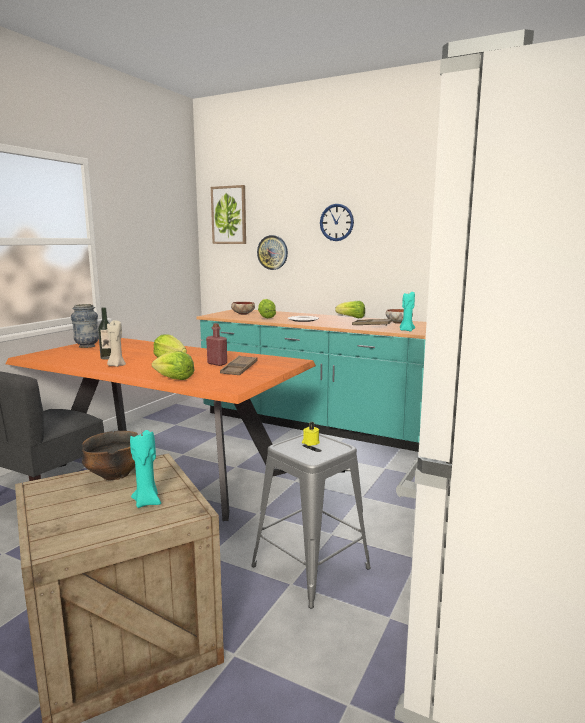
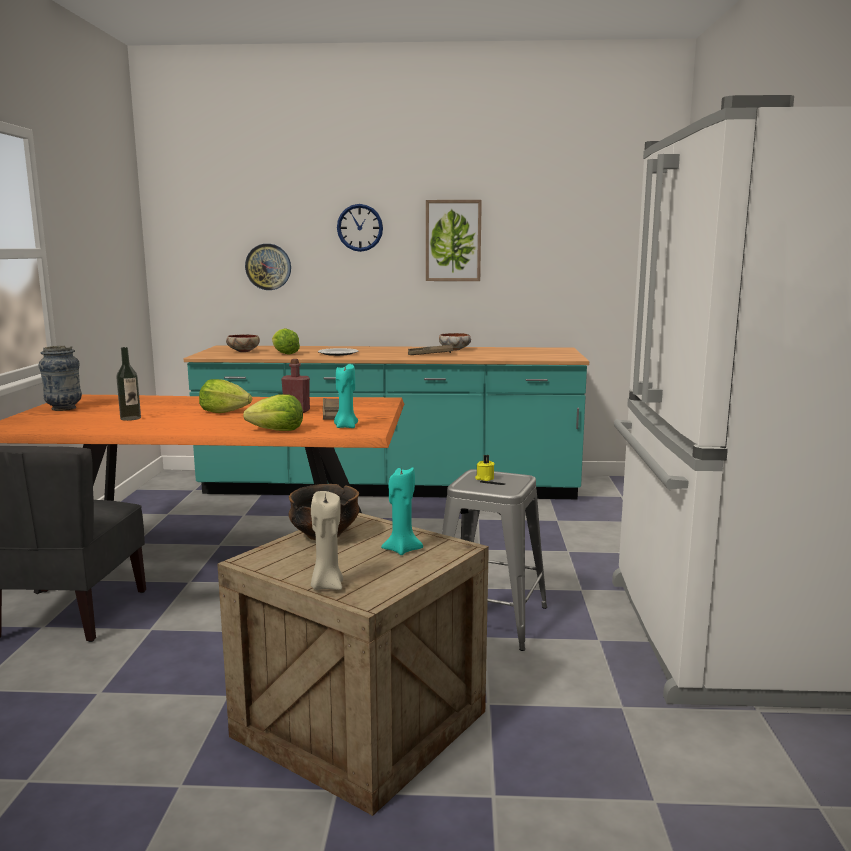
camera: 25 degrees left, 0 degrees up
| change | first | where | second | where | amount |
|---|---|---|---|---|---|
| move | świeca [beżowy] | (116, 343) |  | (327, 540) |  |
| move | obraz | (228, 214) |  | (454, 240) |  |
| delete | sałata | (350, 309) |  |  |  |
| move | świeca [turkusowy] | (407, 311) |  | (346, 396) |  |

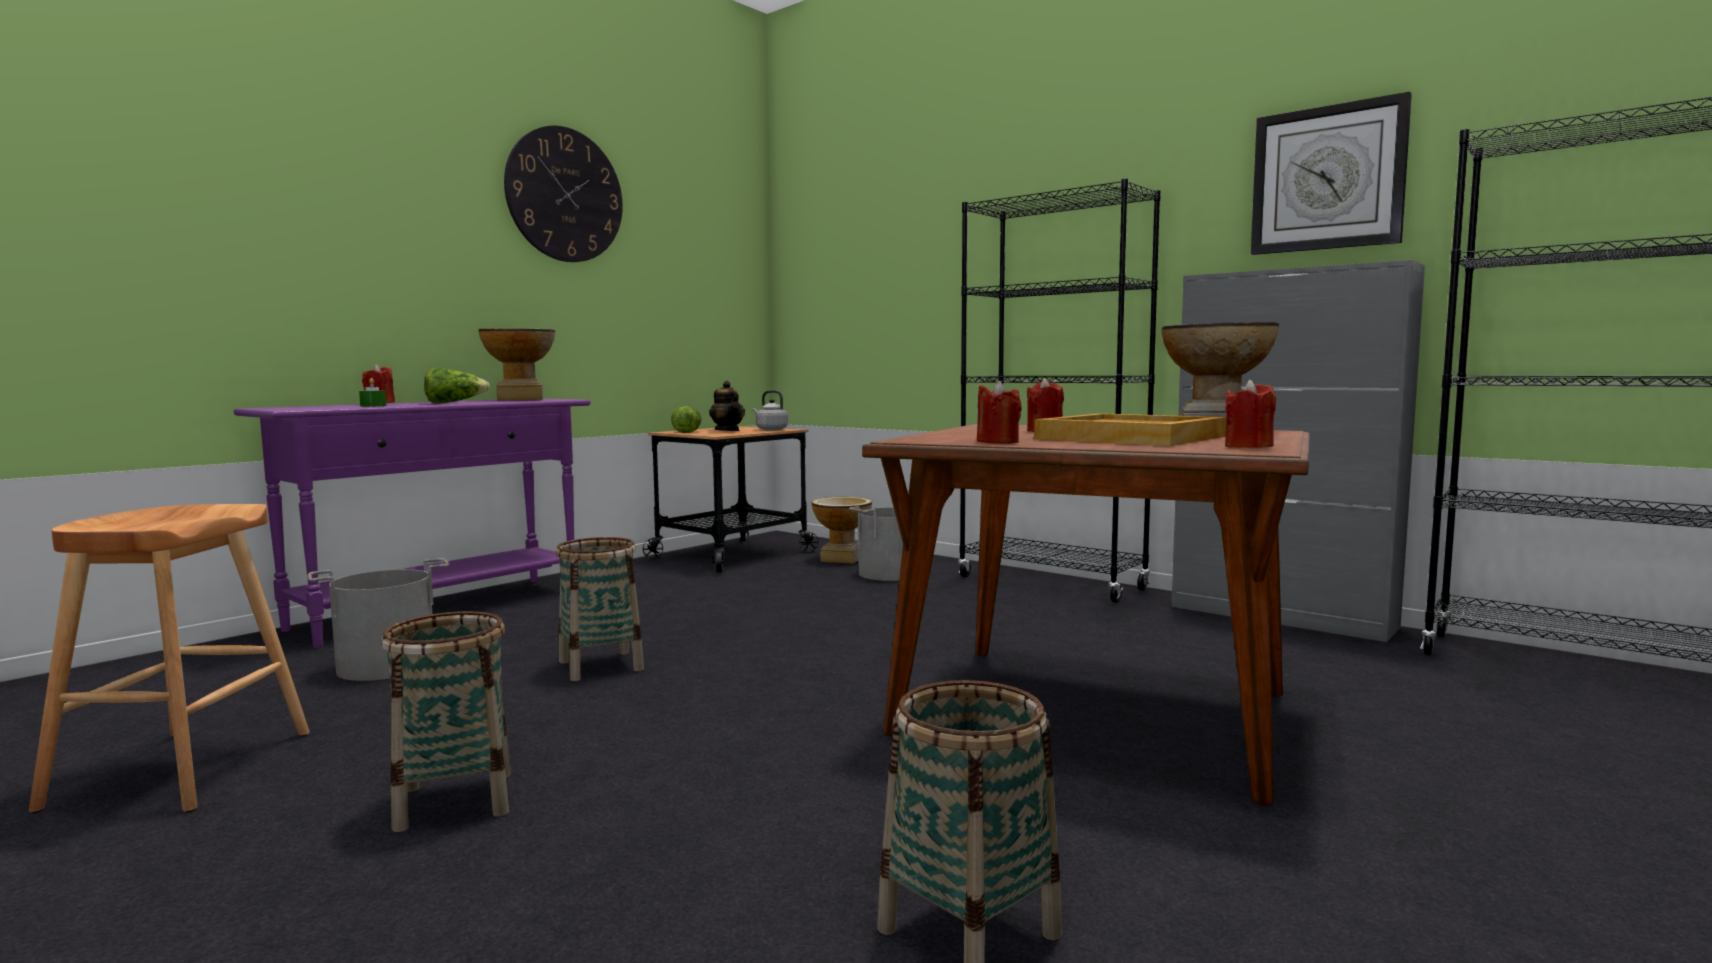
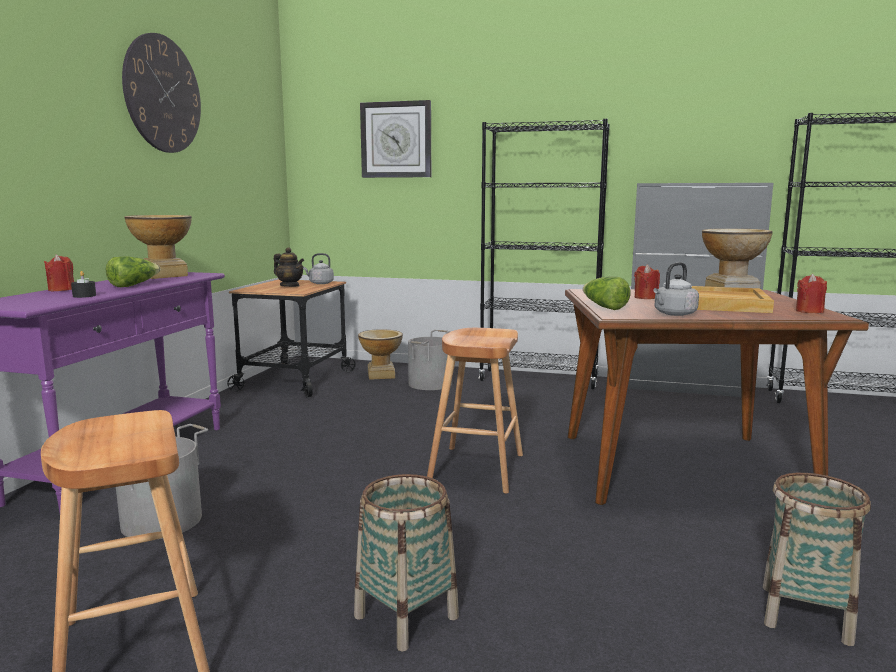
camera: 25 degrees left, 5 degrees up
| change | first | where | second | where | amount |
|---|---|---|---|---|---|
| recolor | świeca [zielony] | (372, 392) | świeca [czarny] | (83, 284) |  |
| delete | koszyk | (599, 609) |  |  |  |
| move | sałata | (686, 419) |  | (607, 293) |  |
| replace | świeca [czerwony] | (999, 412) | czajnik [szary] | (676, 289) |  |
| move | zegar ścienny | (1331, 173) |  | (395, 139) |  |
| insert |  |  | stołek [brązowy] | (475, 411) |  |

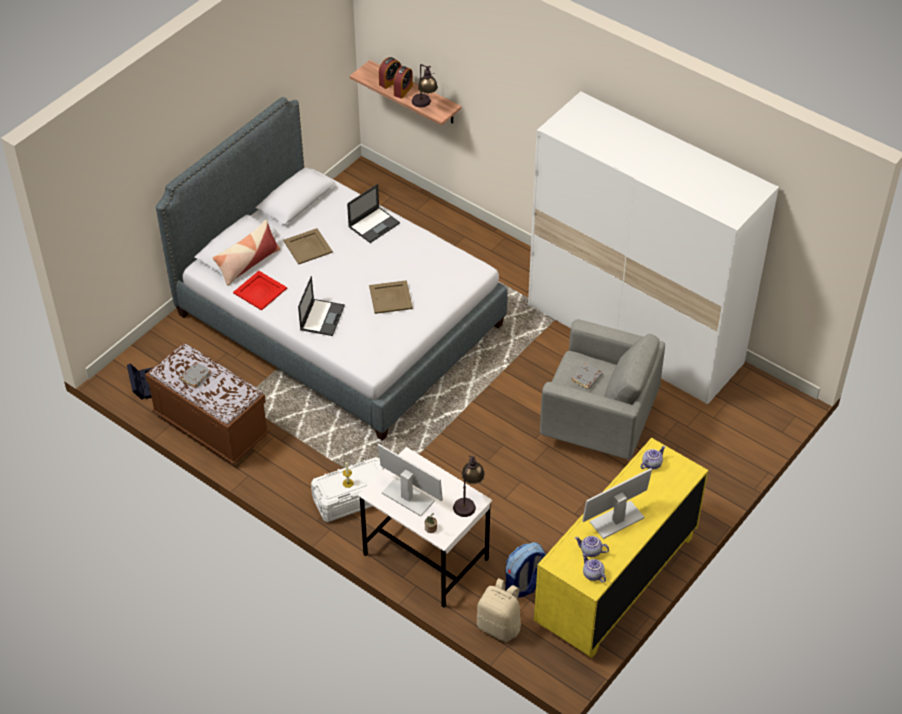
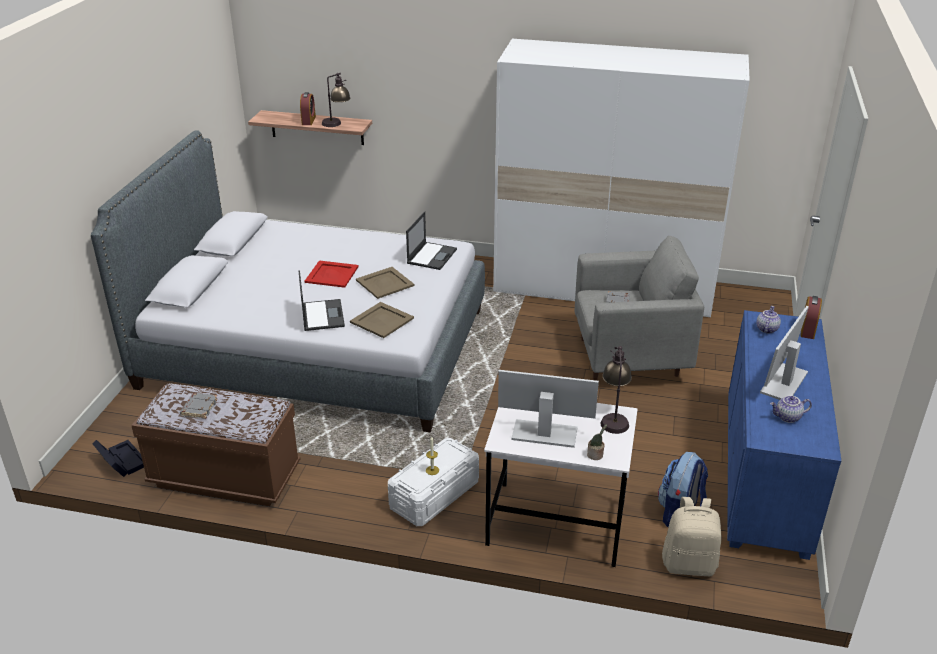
camera: 25 degrees left, 15 degrees down
| change | first | where | second | where | amount |
|---|---|---|---|---|---|
| delete | poduszka | (246, 253) |  |  |  |
| move | taca [czerwony] | (260, 290) |  | (332, 274) |  |
| move | taca [beżowy] | (308, 246) |  | (382, 320) |  |
| move | laptop | (373, 213) |  | (431, 241) |  |
| move | budzik | (390, 73) |  | (811, 317) |  |
| recolor | komoda [żółty] | (621, 548) | komoda [niebieski] | (784, 435) |  |
| delete | imbryk | (594, 567) |  |  |  |

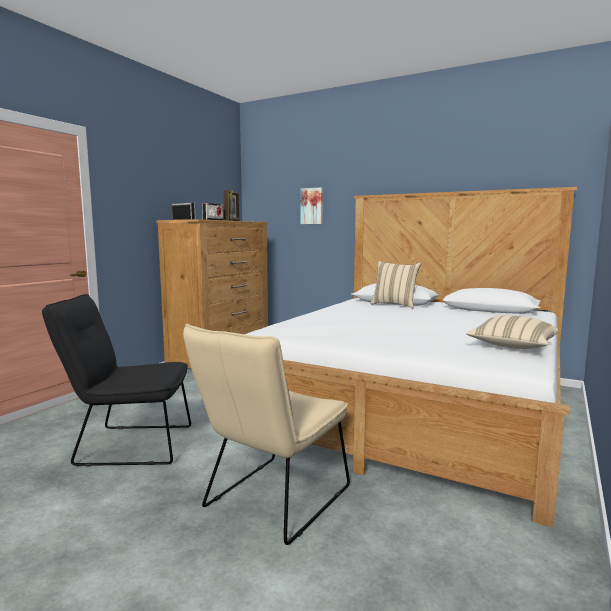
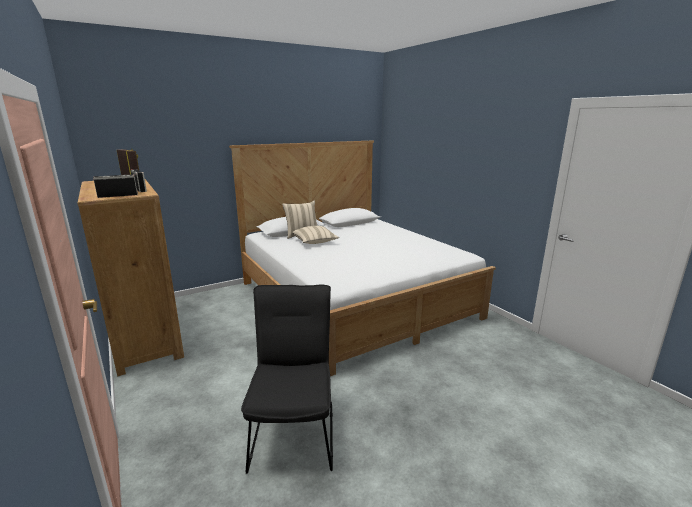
camera: 60 degrees left, 10 degrees up
| change | first | where | second | where | amount |
|---|---|---|---|---|---|
| rotate | krzesło [czarny] | (116, 380) |  | (287, 379) | 150 degrees clockwise |
| delete | krzesło [beżowy] | (266, 434) |  |  |  |
| delete | obraz | (312, 206) |  |  |  |
| move | poduszka [beżowy] | (512, 332) |  | (315, 235) |  |

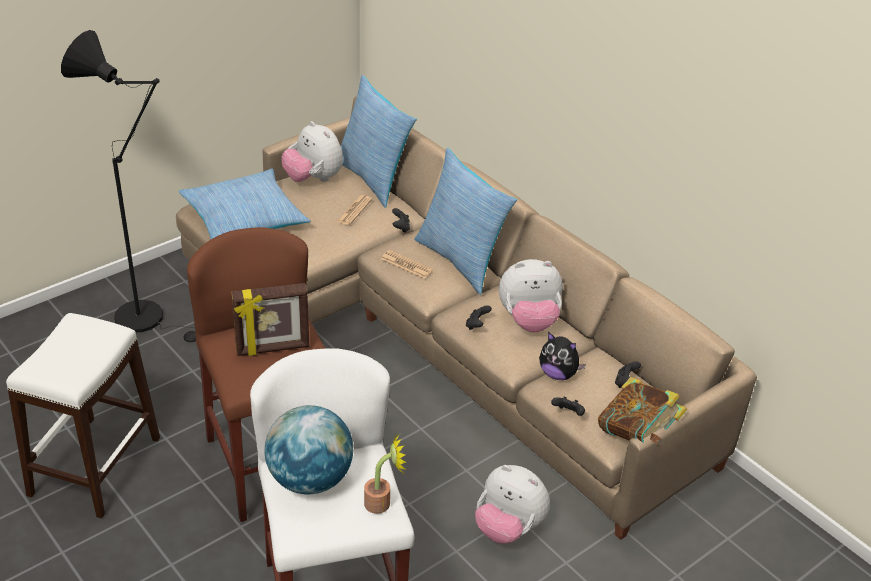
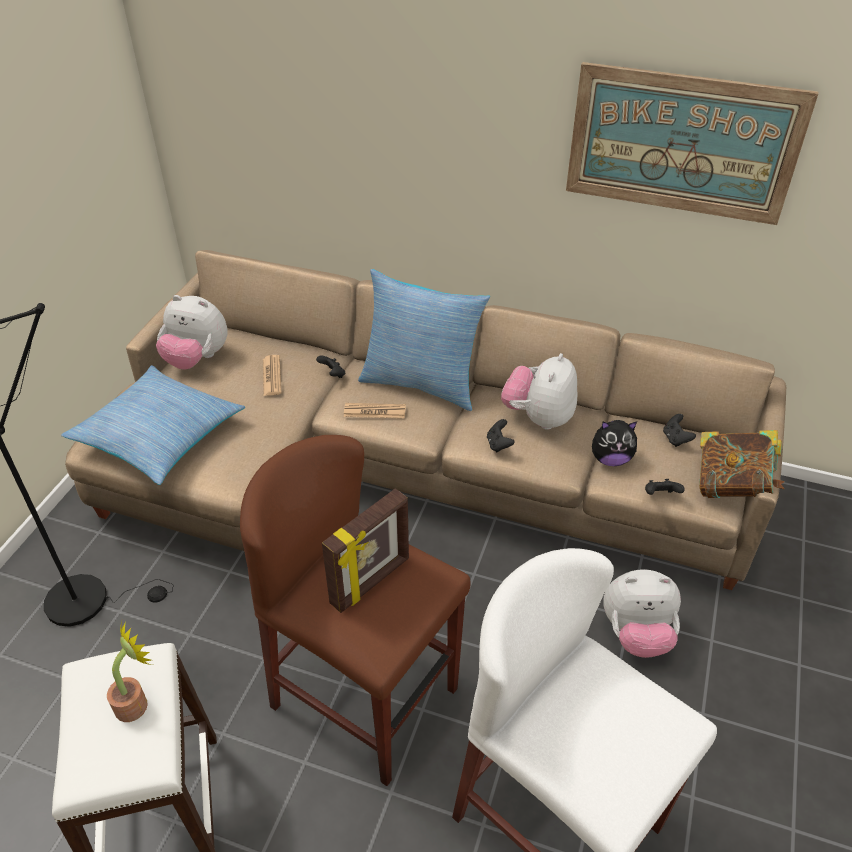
camera: 30 degrees left, 5 degrees up
| change | first | where | second | where | amount |
|---|---|---|---|---|---|
| delete | globus | (309, 449) |  |  |  |
| delete | poduszka | (379, 141) |  |  |  |
| move | roślina doniczkowa | (385, 474) |  | (129, 671) |  |
| rotate | pluszak | (531, 295) |  | (539, 391) | 150 degrees clockwise |
| insert |  |  | obraz | (692, 143) |  |

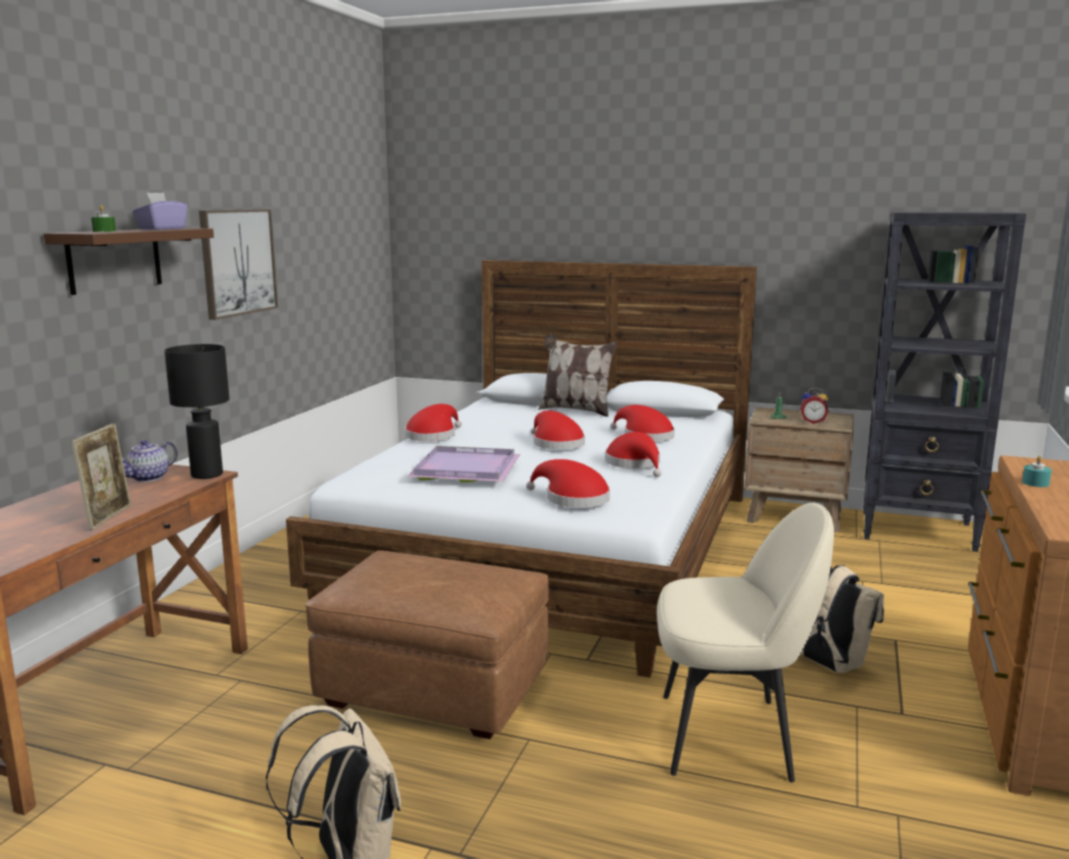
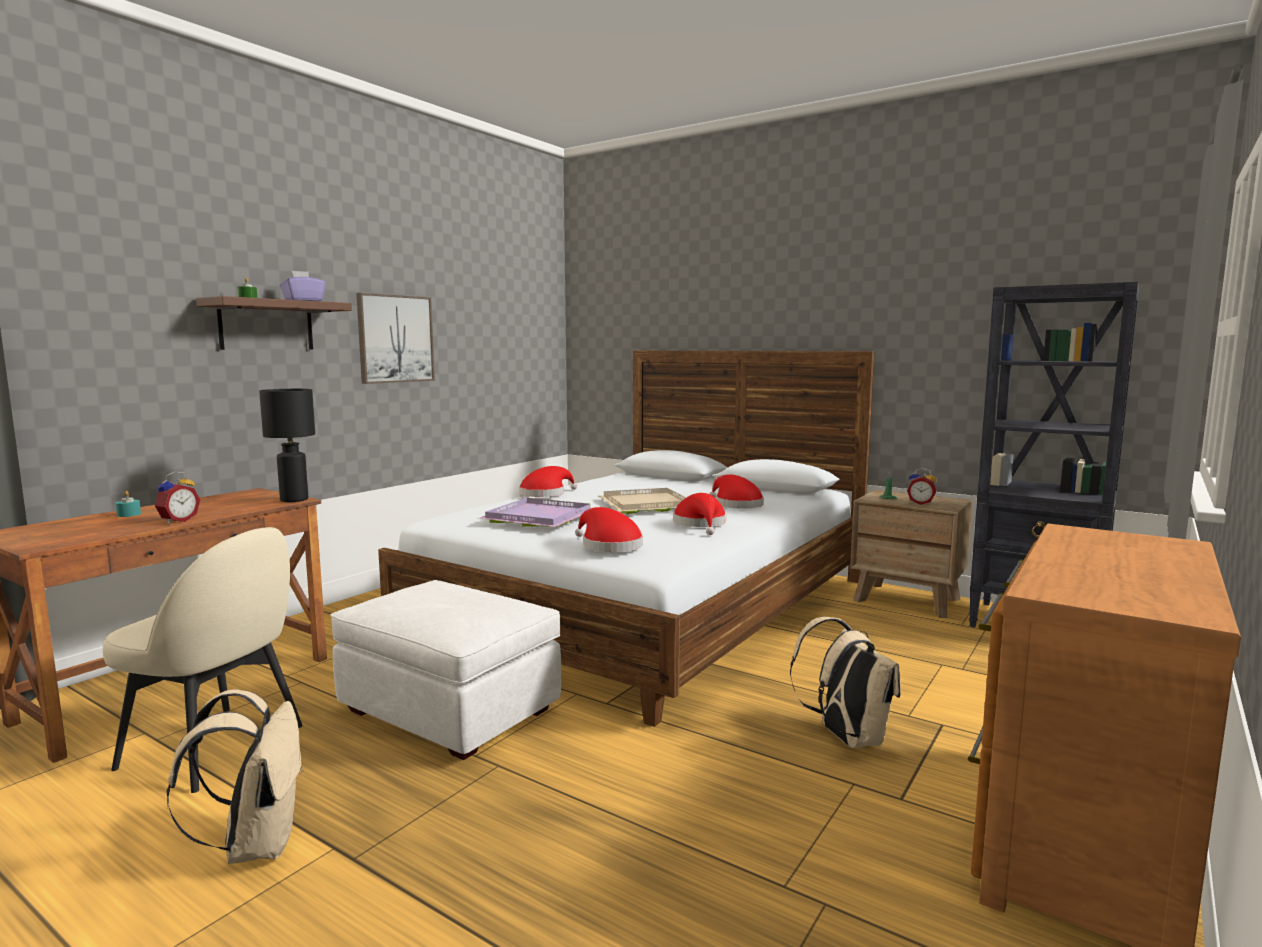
camera: 15 degrees right, 5 degrees down
| change | first | where | second | where | amount |
|---|---|---|---|---|---|
| replace | ramka na zdjęcie | (101, 476) | budzik | (177, 497) |  |
| delete | imbryk | (149, 461) |  |  |  |
| recolor | pufa [brązowy] | (427, 644) | pufa [biały] | (446, 670) |  |
| replace | kapelusz [czerwony] | (558, 430) | taca [beżowy] | (642, 501) |  |
| delete | poduszka | (577, 376) |  |  |  |
| move | krzesło [beżowy] | (745, 642) |  | (203, 660) |  |
| move | świeca [turkusowy] | (1037, 471) |  | (128, 504) |  |

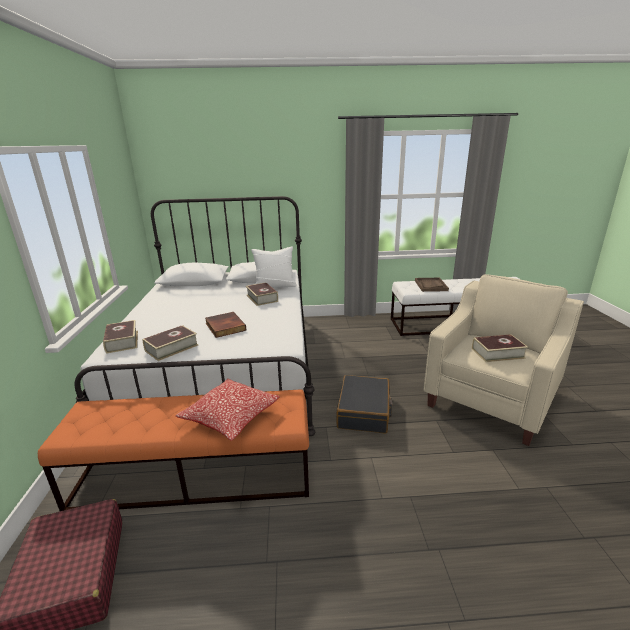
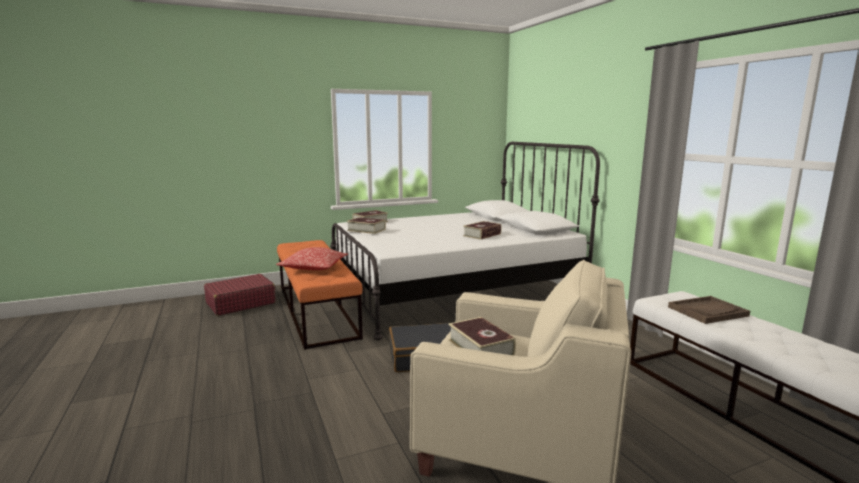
camera: 70 degrees right, 10 degrees down
| change | first | where | second | where | amount |
|---|---|---|---|---|---|
| delete | książka | (225, 325) |  |  |  |
| delete | poduszka [biały] | (274, 267) |  |  |  |

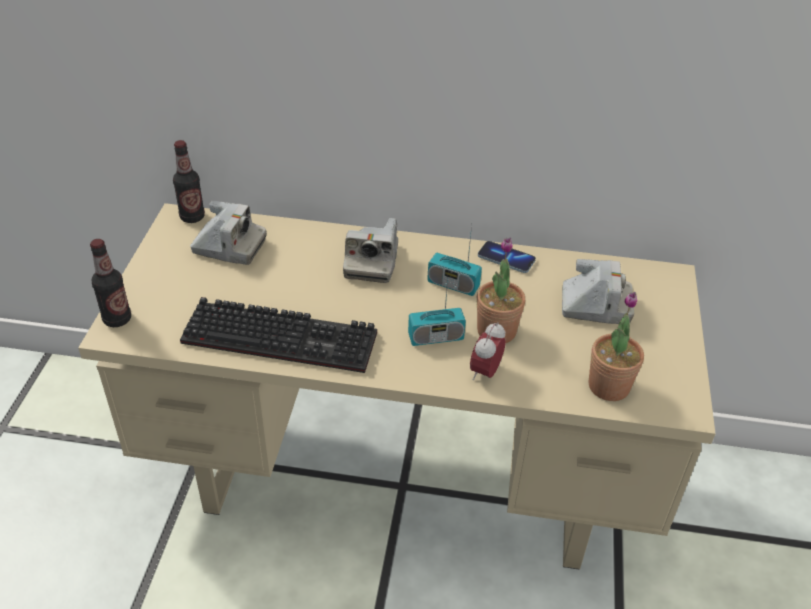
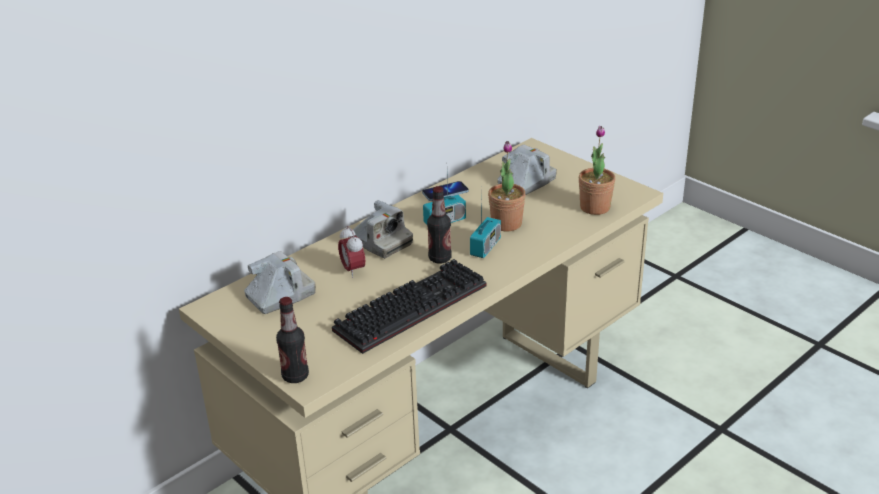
camera: 50 degrees left, 10 degrees down
| change | first | where | second | where | amount |
|---|---|---|---|---|---|
| move | butelka | (189, 181) |  | (439, 225) |  |
| move | budzik | (488, 351) |  | (351, 252) |  |

